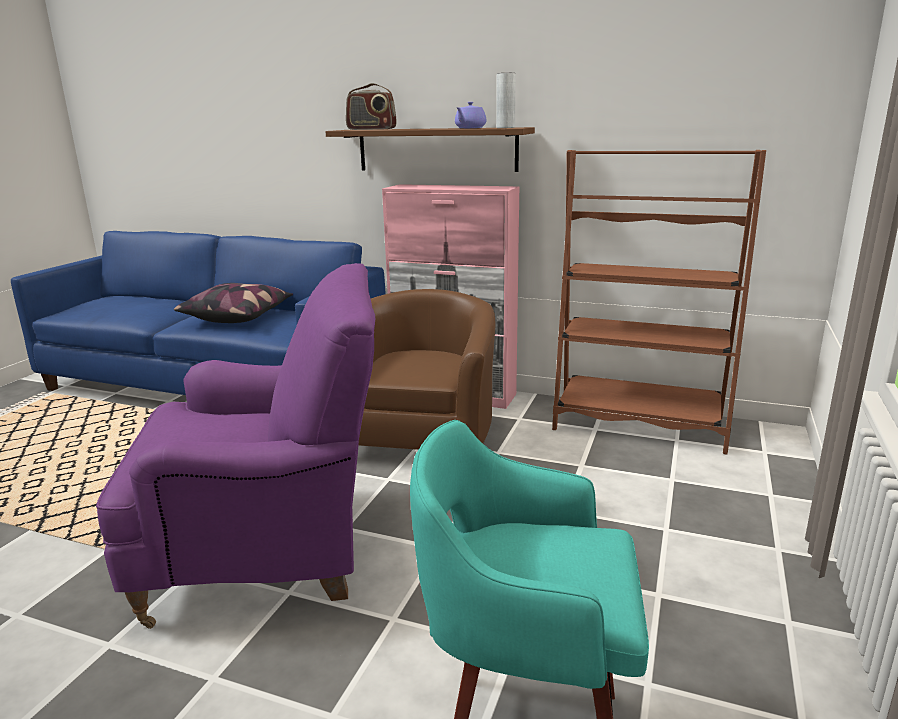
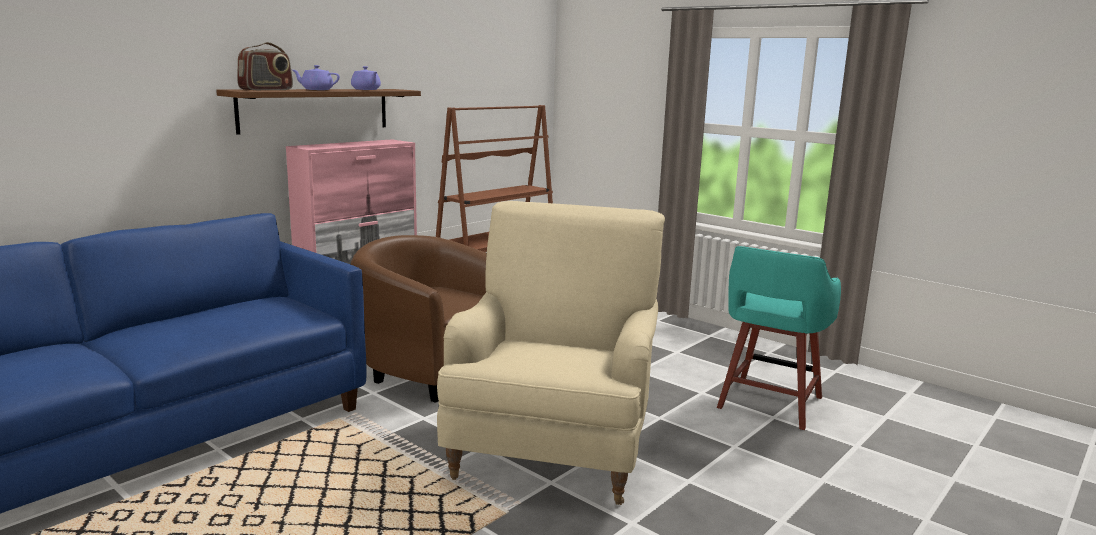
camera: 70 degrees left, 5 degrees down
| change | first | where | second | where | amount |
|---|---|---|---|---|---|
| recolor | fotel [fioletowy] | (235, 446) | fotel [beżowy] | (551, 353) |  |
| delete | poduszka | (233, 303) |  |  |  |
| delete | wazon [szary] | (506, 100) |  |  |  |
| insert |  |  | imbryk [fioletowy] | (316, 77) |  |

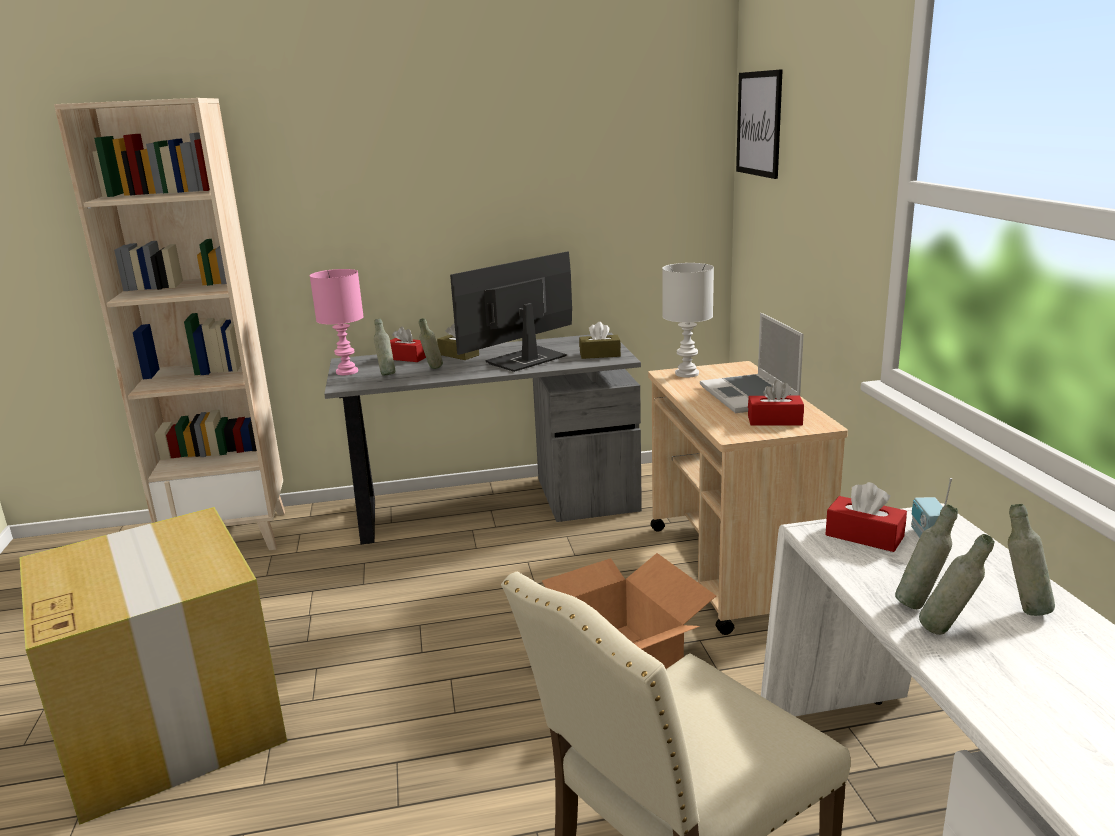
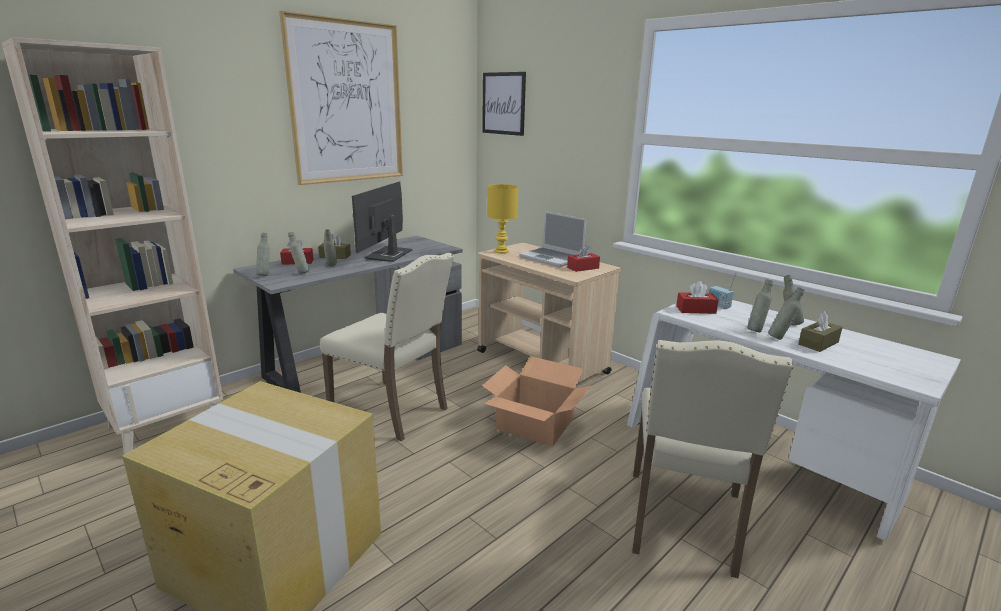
camera: 35 degrees left, 0 degrees up
| change | first | where | second | where | amount |
|---|---|---|---|---|---|
| replace | lampa stołowa [różowy] | (337, 322) | butelka [szary] | (263, 254) |  |
| move | pudełko chusteczek [brązowy] | (600, 340) |  | (820, 331) |  |
| recolor | lampa stołowa [biały] | (688, 320) | lampa stołowa [żółty] | (502, 219) |  |
| insert |  |  | obraz | (341, 98) |  |
| insert |  |  | krzesło [beżowy] | (387, 346) |  |

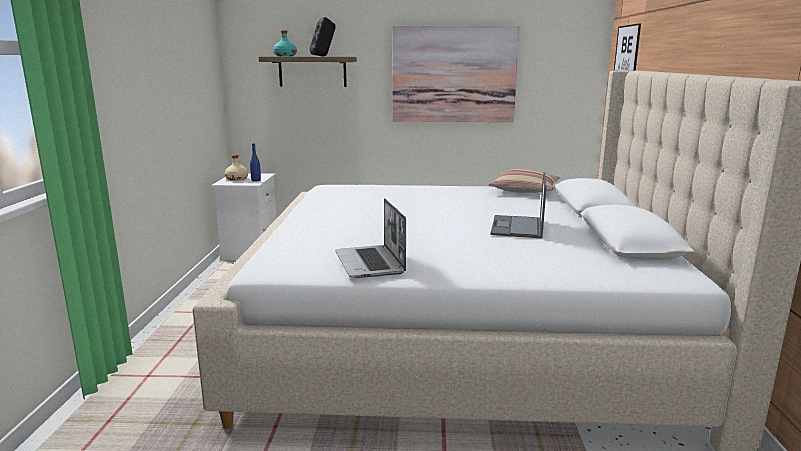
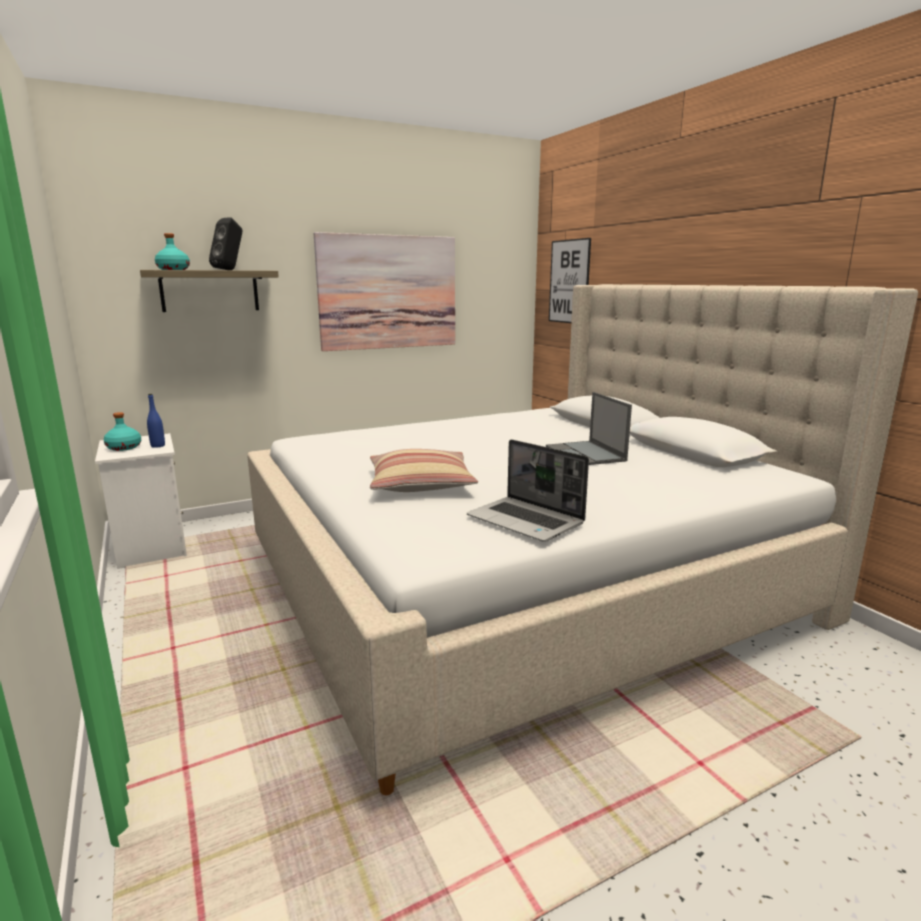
camera: 30 degrees left, 0 degrees up
| change | first | where | second | where | amount |
|---|---|---|---|---|---|
| recolor | butelka [beżowy] | (236, 167) | butelka [turkusowy] | (122, 431) |  |
| move | poduszka | (524, 181) |  | (424, 470) |  |

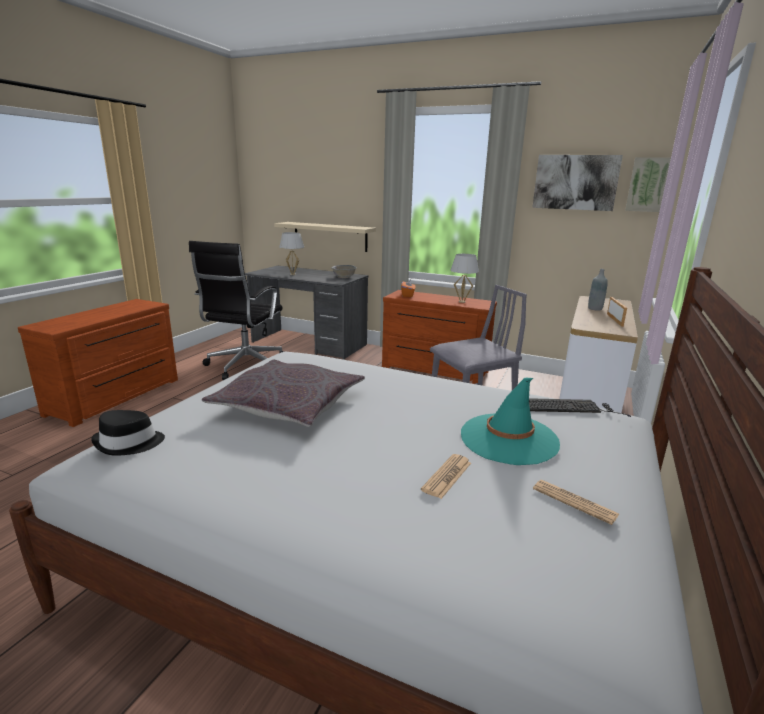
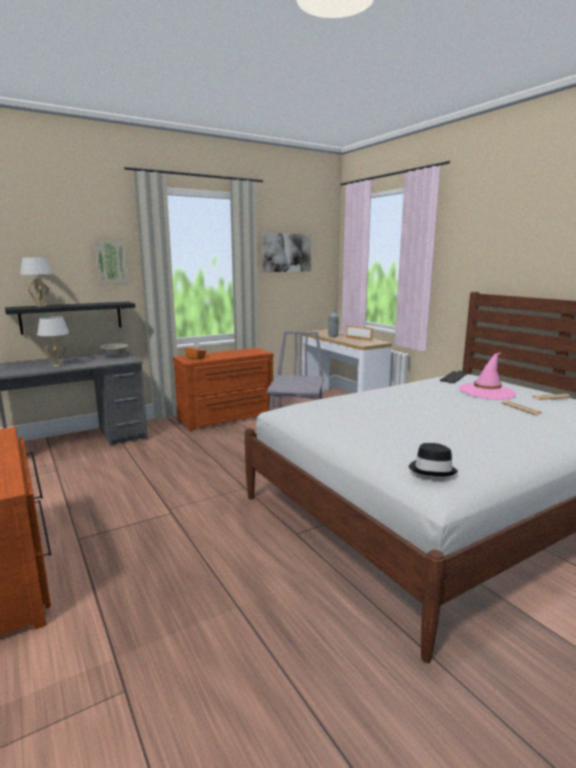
camera: 55 degrees left, 5 degrees down
| change | first | where | second | where | amount |
|---|---|---|---|---|---|
| delete | krzesło biurowe [czarny] | (236, 310) |  |  |  |
| delete | poduszka [szary] | (283, 393) |  |  |  |
| recolor | półka [beżowy] | (325, 237) | półka [czarny] | (70, 318) |  |
| move | lampa stołowa [biały] | (464, 278) |  | (36, 282) |  |
| recolor | kapelusz [turkusowy] | (510, 421) | kapelusz [różowy] | (488, 376) |  |
| move | obraz | (648, 184) |  | (111, 263) |  |

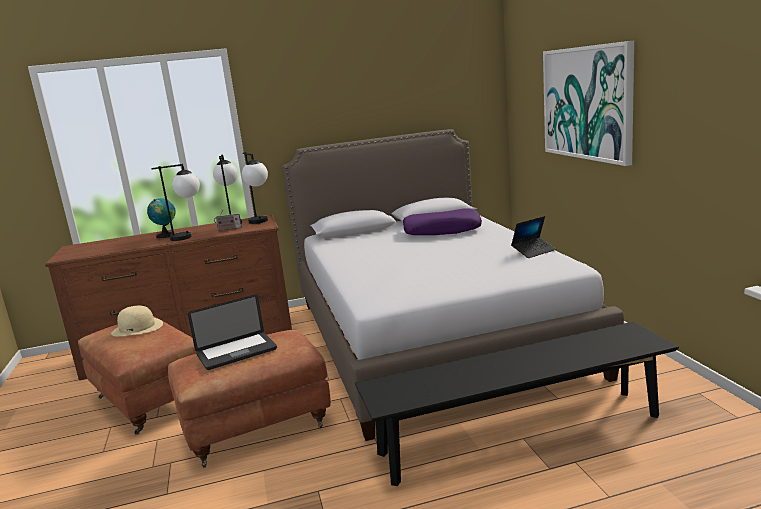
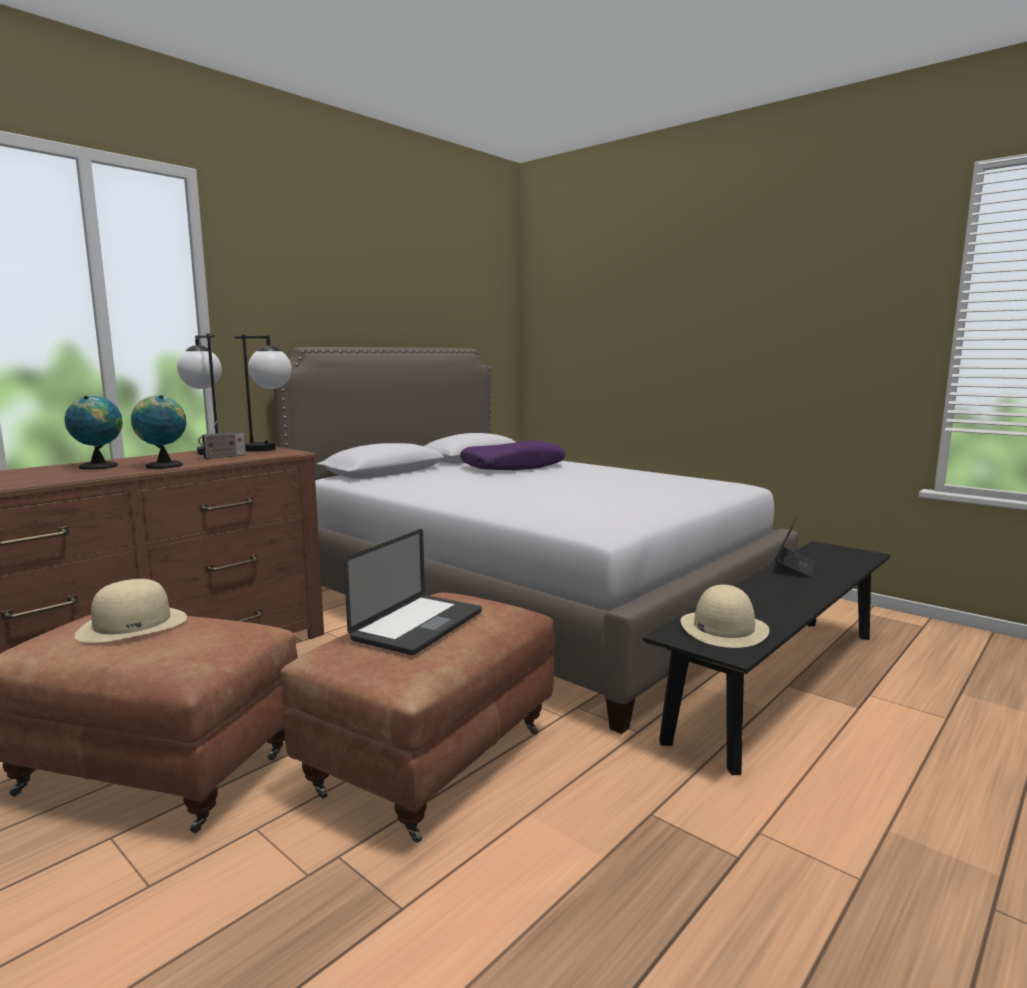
camera: 35 degrees left, 5 degrees down
| change | first | where | second | where | amount |
|---|---|---|---|---|---|
| replace | lampa stołowa | (175, 202) | globus | (158, 432) |  |
| move | laptop | (533, 237) |  | (795, 547) |  |
| delete | obraz | (588, 103) |  |  |  |
| insert |  |  | kapelusz [beżowy] | (725, 616) |  |

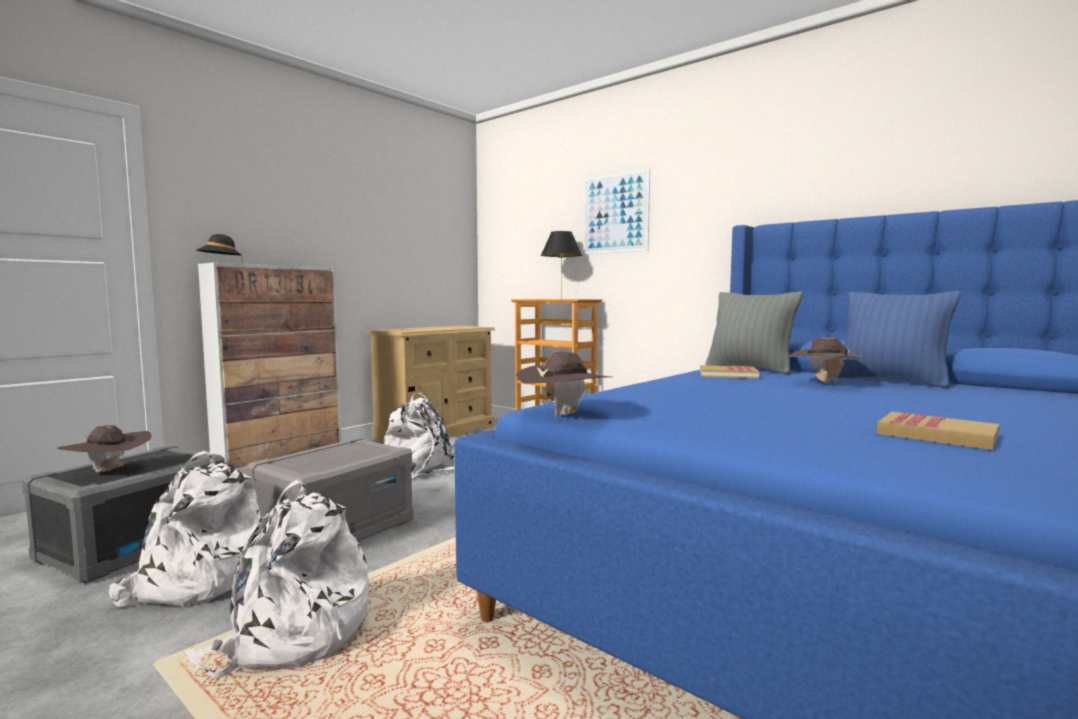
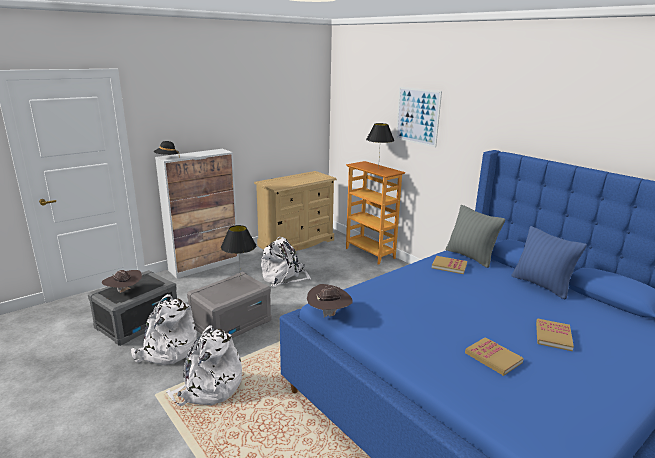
camera: 10 degrees right, 15 degrees up
| change | first | where | second | where | amount |
|---|---|---|---|---|---|
| delete | kapelusz [brązowy] | (827, 360) |  |  |  |
| insert |  |  | lampa stołowa [czarny] | (238, 252) |  |
| insert |  |  | książka | (555, 335) |  |

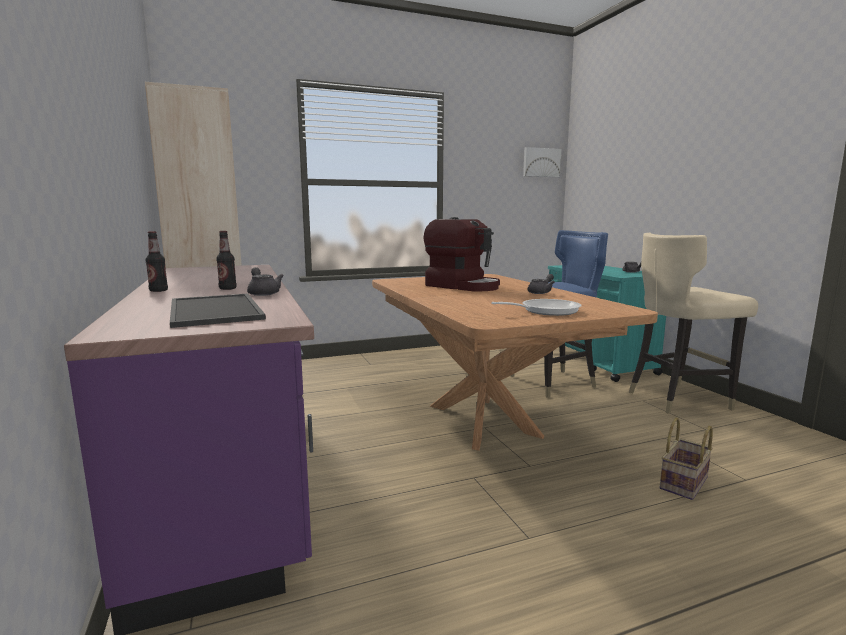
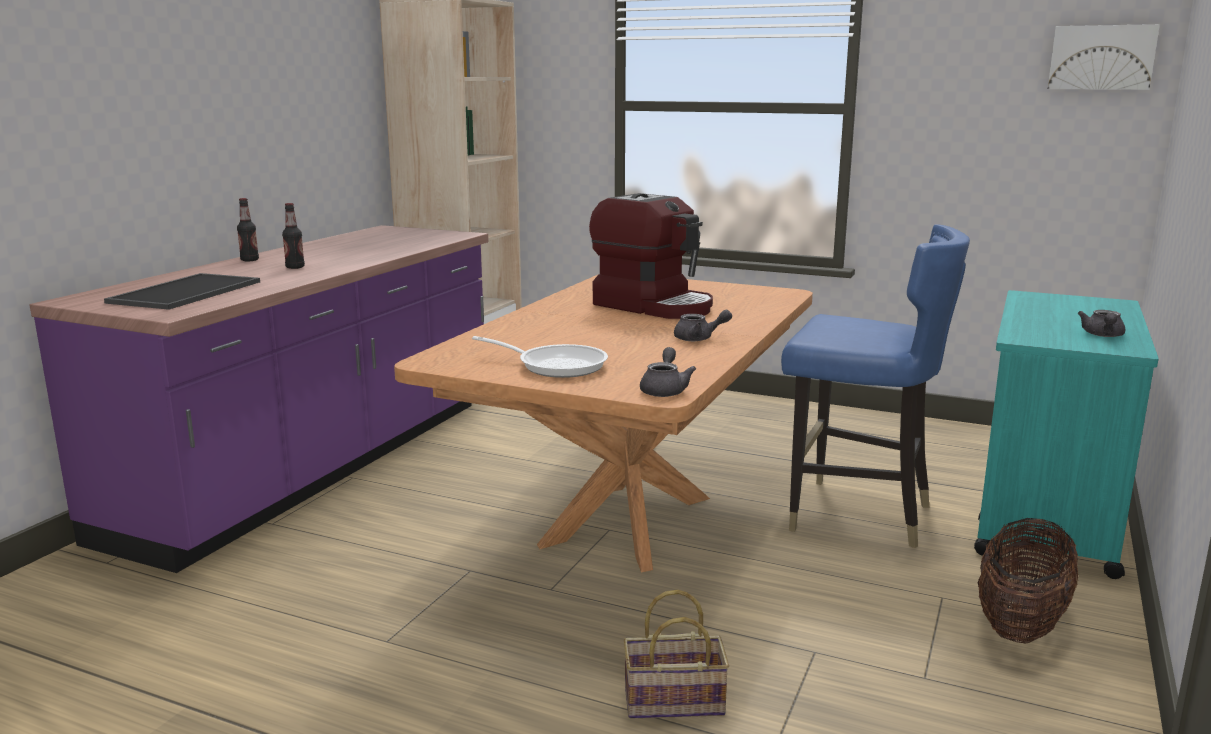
camera: 45 degrees right, 5 degrees up
| change | first | where | second | where | amount |
|---|---|---|---|---|---|
| move | imbryk [szary] | (265, 281) |  | (668, 372) |  |
| rotate | ekspres do kawy | (462, 254) |  | (651, 256) | 45 degrees counterclockwise |
| replace | krzesło [beżowy] | (693, 323) | koszyk | (1028, 580) |  |

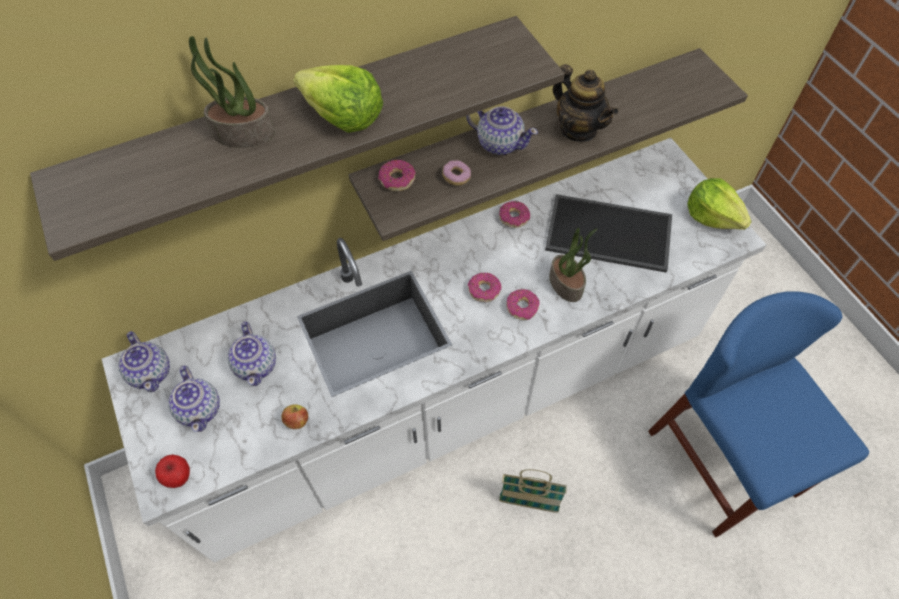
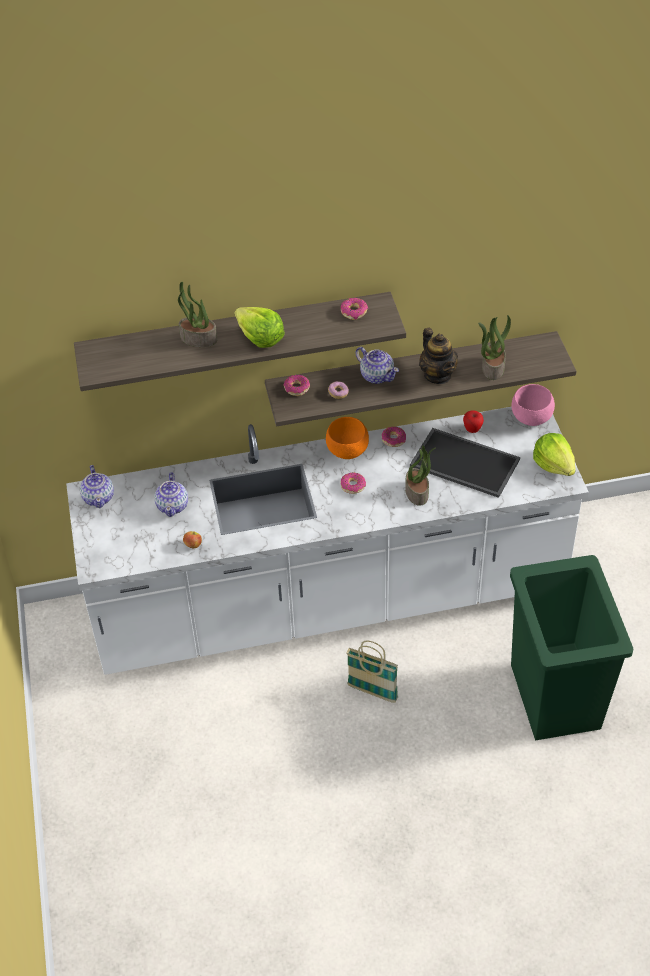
camera: 15 degrees right, 10 degrees down
| change | first | where | second | where | amount |
|---|---|---|---|---|---|
| move | jabłko | (172, 471) |  | (473, 422) |  |
| delete | imbryk | (194, 399) |  |  |  |
| move | donut | (522, 304) |  | (354, 309) |  |
| replace | krzesło [niebieski] | (758, 414) | kosz na śmieci [zielony] | (571, 647) |  |
| insert |  |  | miska [pomarańczowy] | (347, 438) |  |
| insert |  |  | roślina doniczkowa | (494, 347) |  |
| insert |  |  | miska [różowy] | (533, 405) |  |

